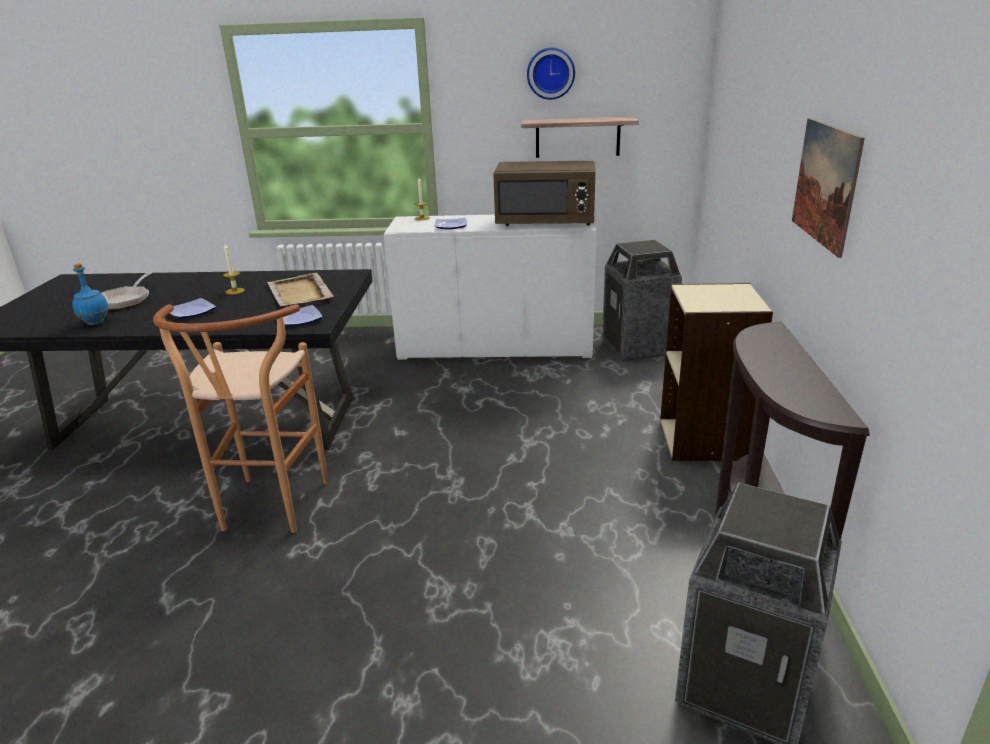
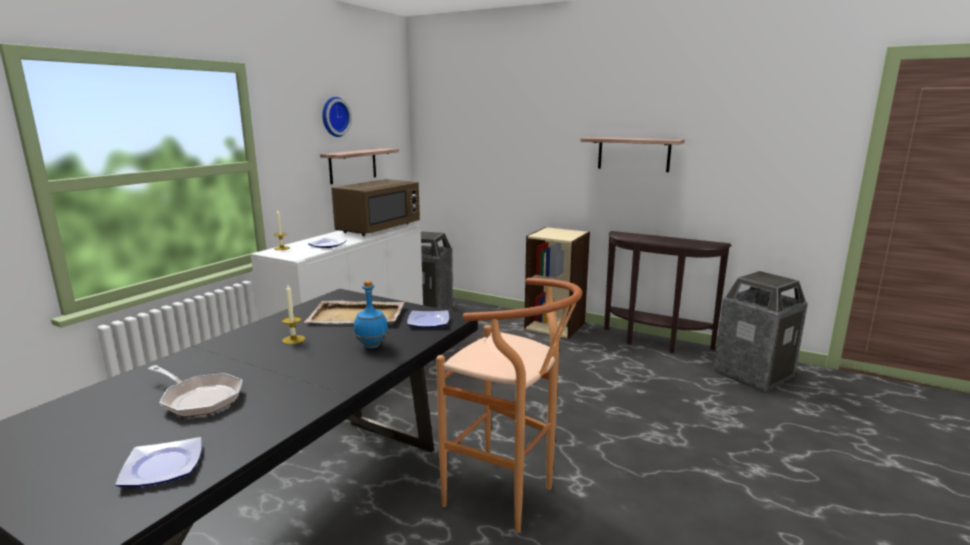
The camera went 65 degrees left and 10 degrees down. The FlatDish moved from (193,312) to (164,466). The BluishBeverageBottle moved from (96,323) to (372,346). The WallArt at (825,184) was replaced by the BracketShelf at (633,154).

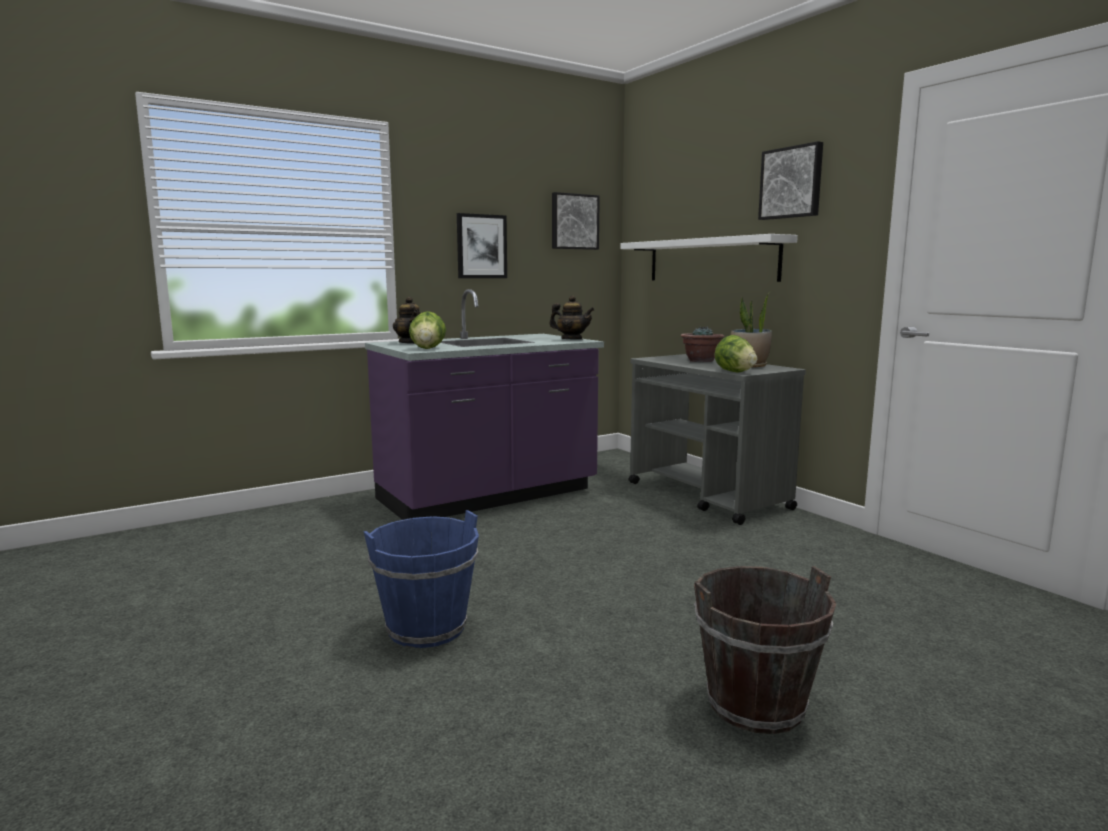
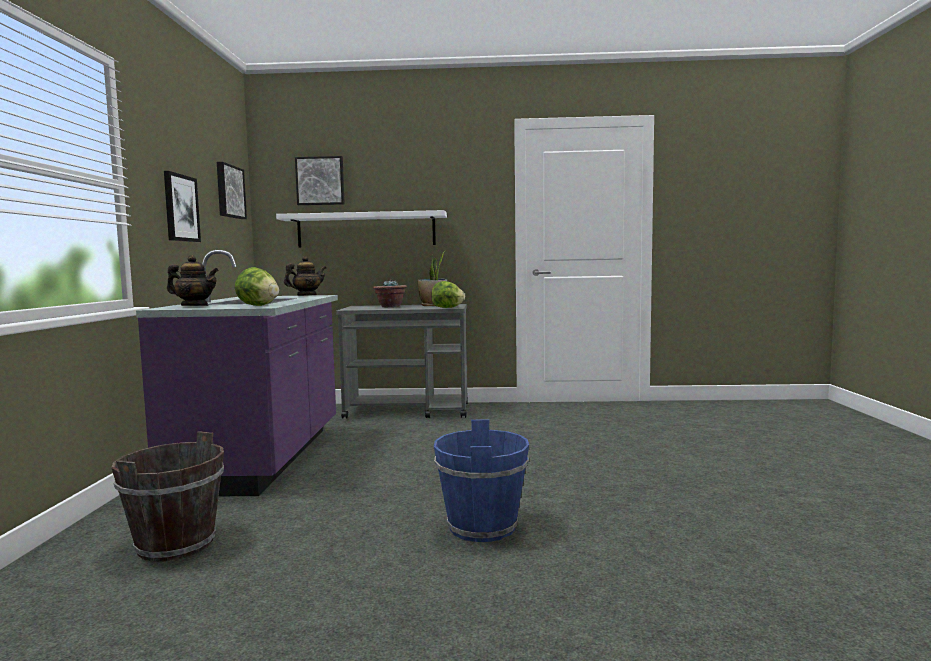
The camera went 55 degrees left and 5 degrees down. The BrownBucket moved from (756,705) to (176,545). The WallArt moved from (792,183) to (320,181).

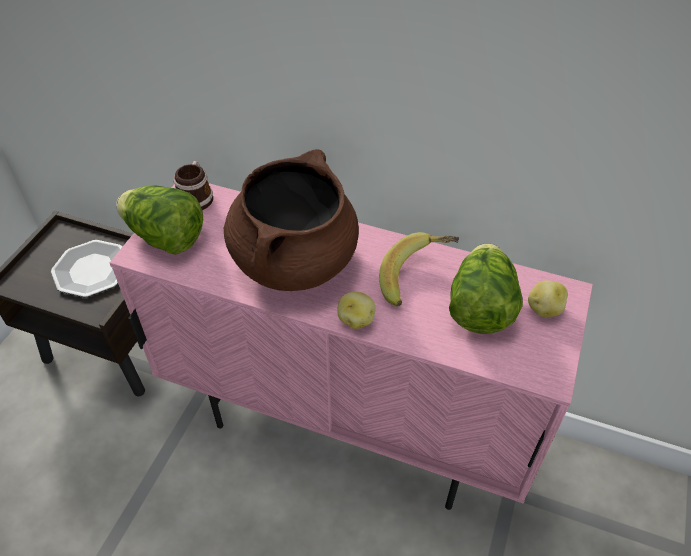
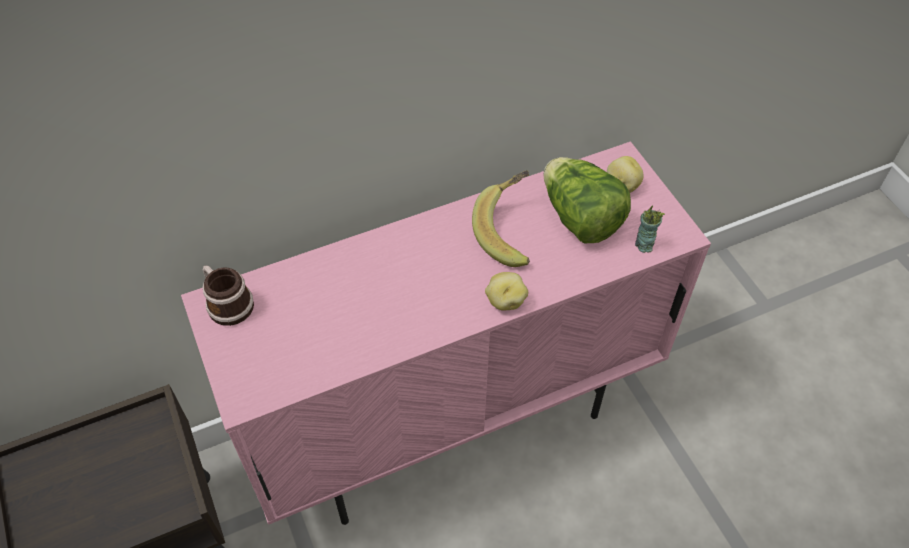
The camera went 45 degrees left and 5 degrees up. The Cup at (644,245) appeared. The FlatDish at (91,270) disappeared. The Lettuce at (165,238) disappeared. The BrownSaucepot at (294,260) disappeared.

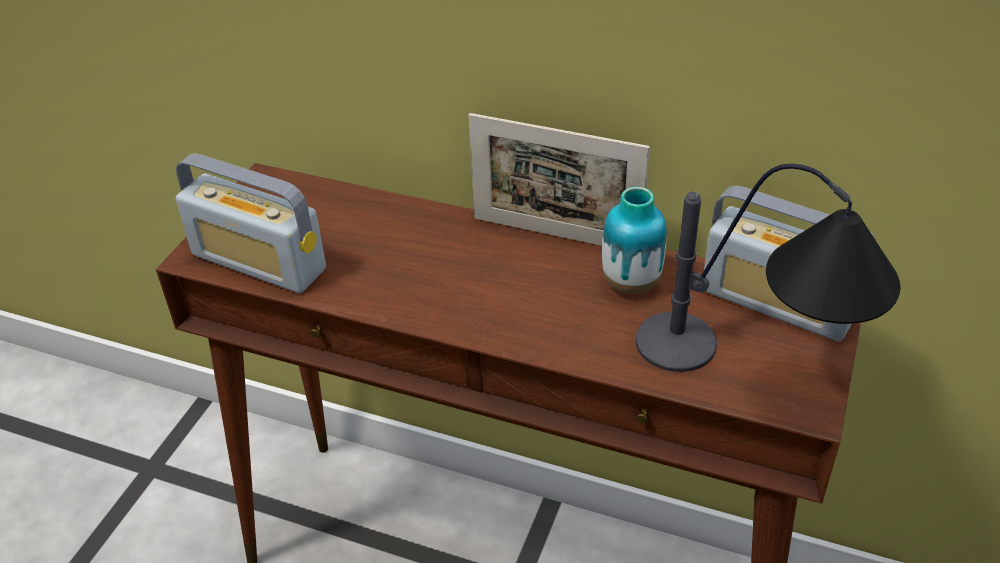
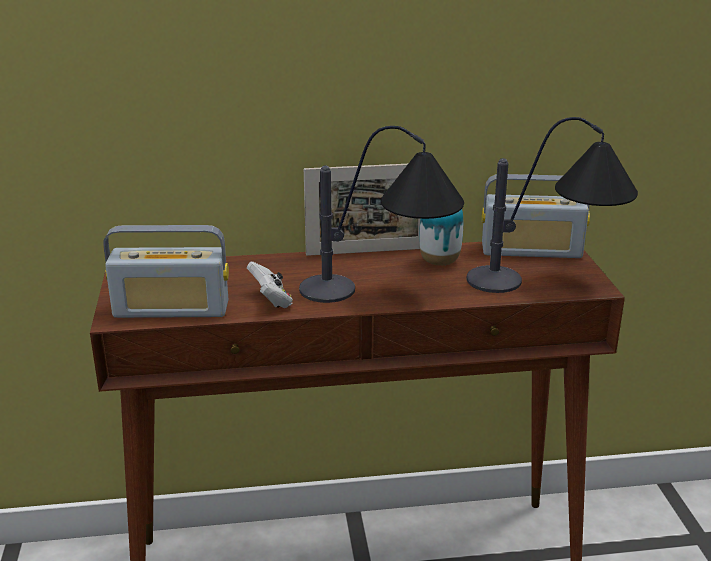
The camera went 30 degrees left and 15 degrees down. The WhiteColouredJoypad at (271,301) appeared. The TableLamp at (384,292) appeared.

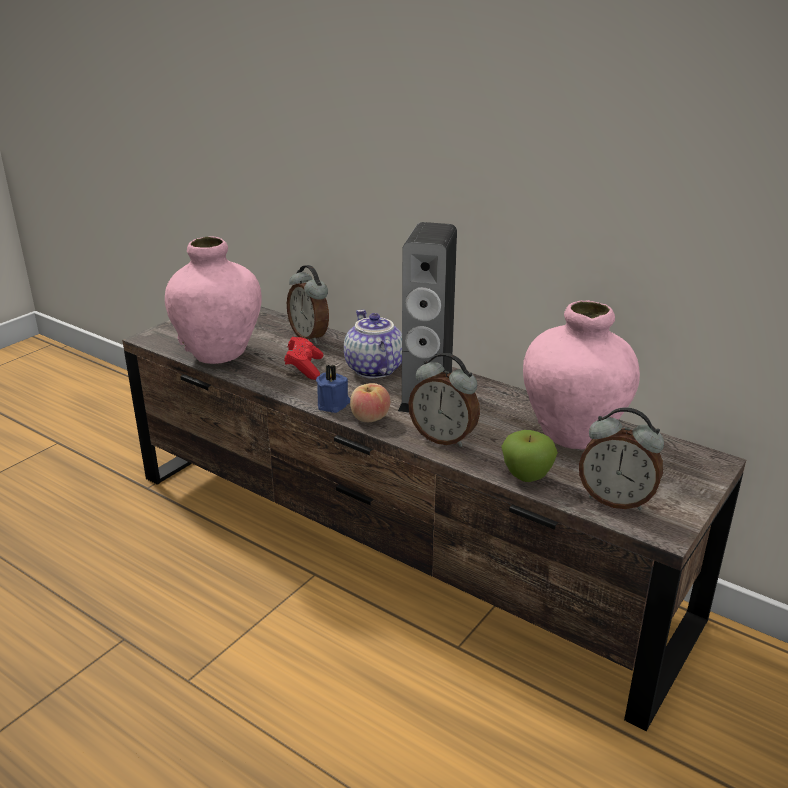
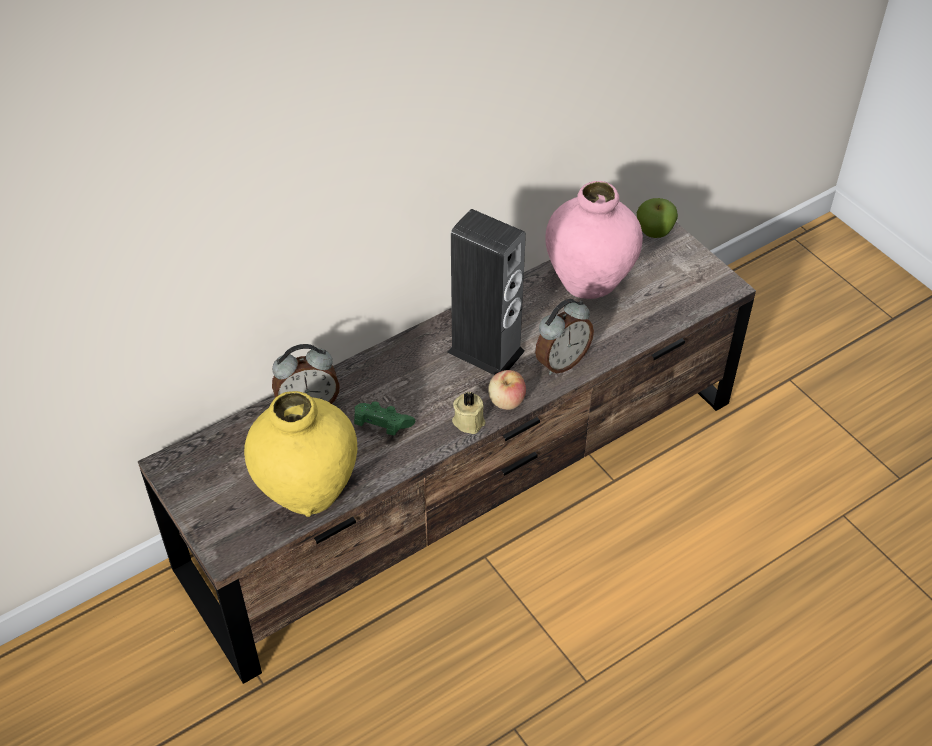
The camera went 70 degrees left and 20 degrees up. The PinkColouredVase at (219,353) became the YellowishVase at (308,491). The RedColouredJoypad at (304,368) became the GreenishJoypad at (381,426). The BluishWaxLight at (334,404) became the BeigeWaxLight at (469,420). The AppleFruit moved from (526,476) to (654,232). The Teapot at (372,369) disappeared. The AlarmClock at (616,500) disappeared.

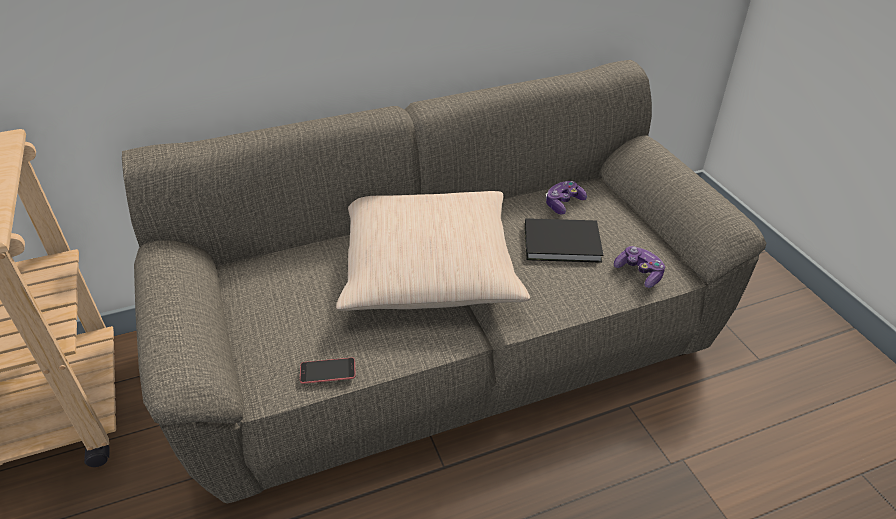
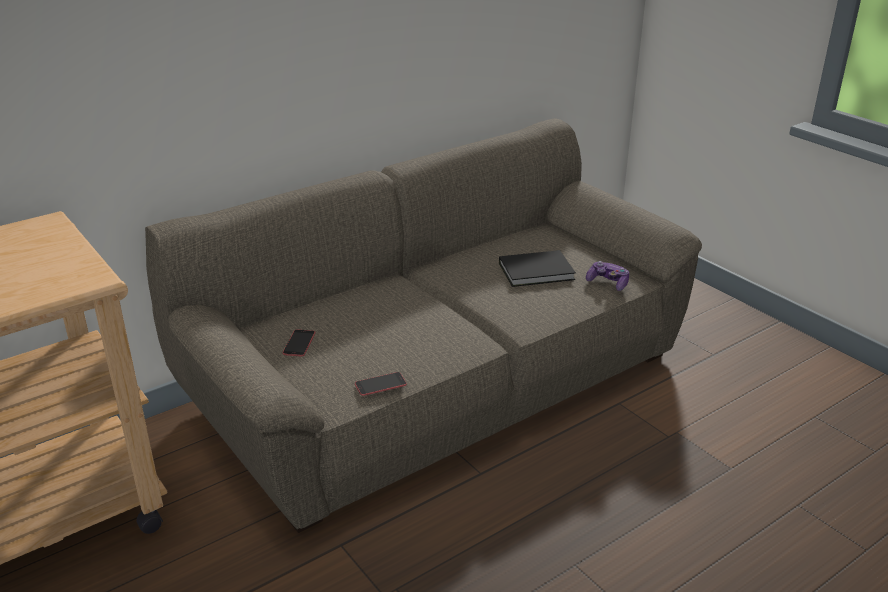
The camera went 15 degrees left and 10 degrees down. The Phone at (299,343) appeared. The BeigeThrowPillow at (429,268) disappeared. The Joypad at (563,203) disappeared.

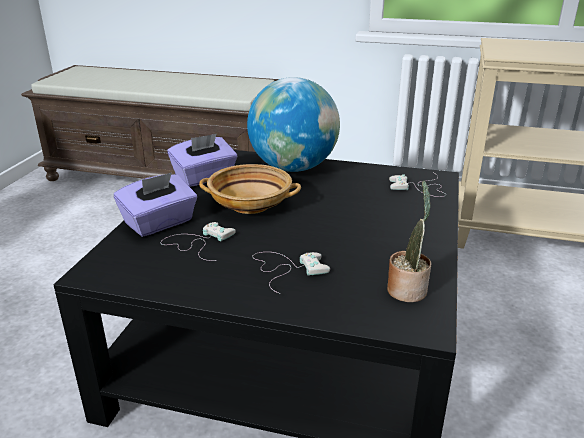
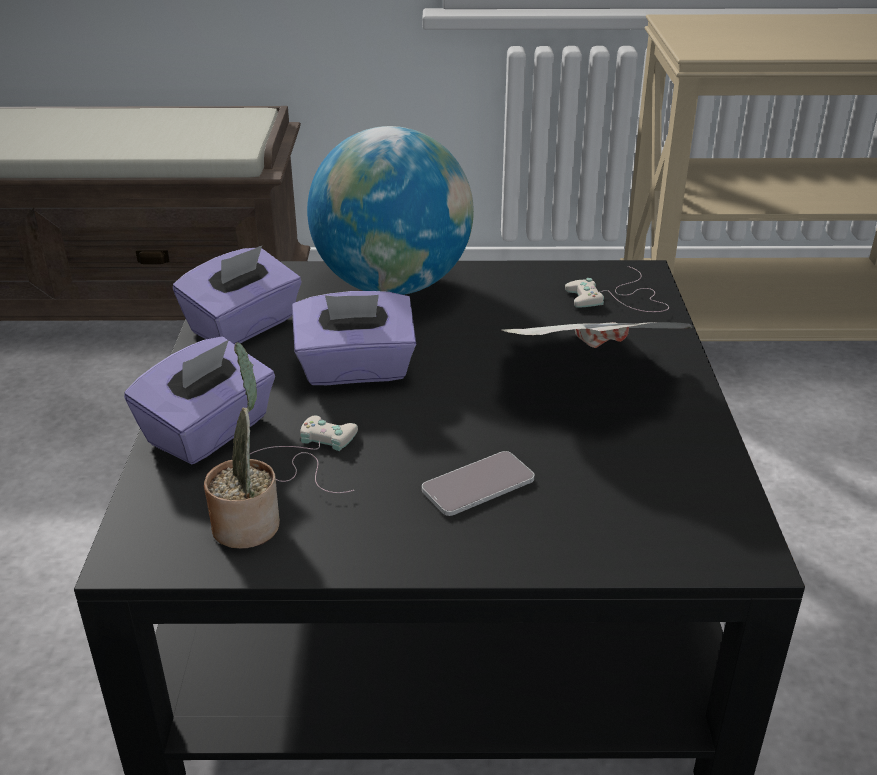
The camera went 15 degrees left and 5 degrees up. The Houseplant moved from (408,289) to (248,522). The BeigeServingBowl at (251,204) was replaced by the PurpleTissueBox at (356,370). The WhiteColouredJoypad at (286,268) was replaced by the Phone at (478,485). The Newspaper at (590,373) appeared.

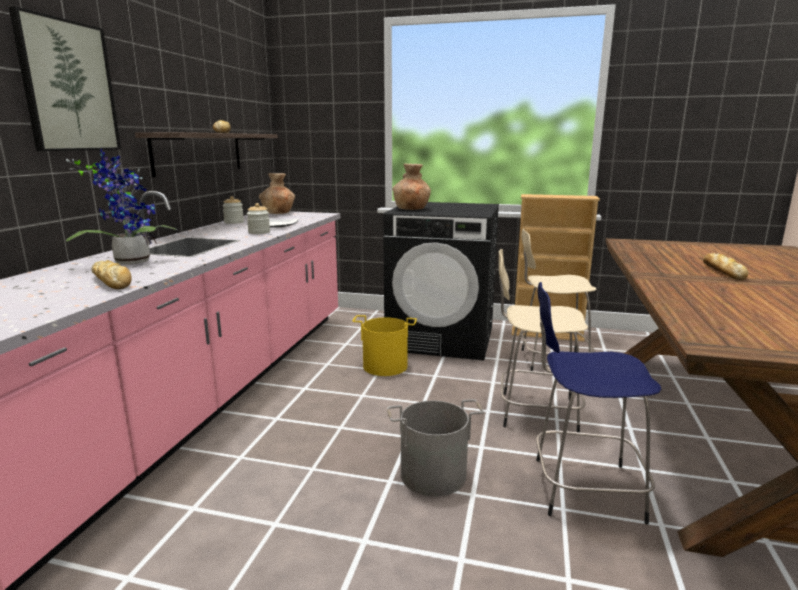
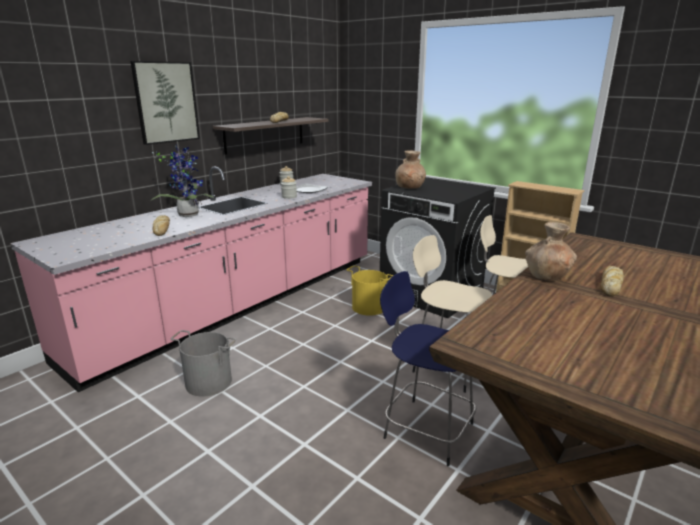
The camera went 25 degrees right and 5 degrees up. The GreyishBucket moved from (433,475) to (208,382). The BrownVase moved from (278,213) to (547,276).

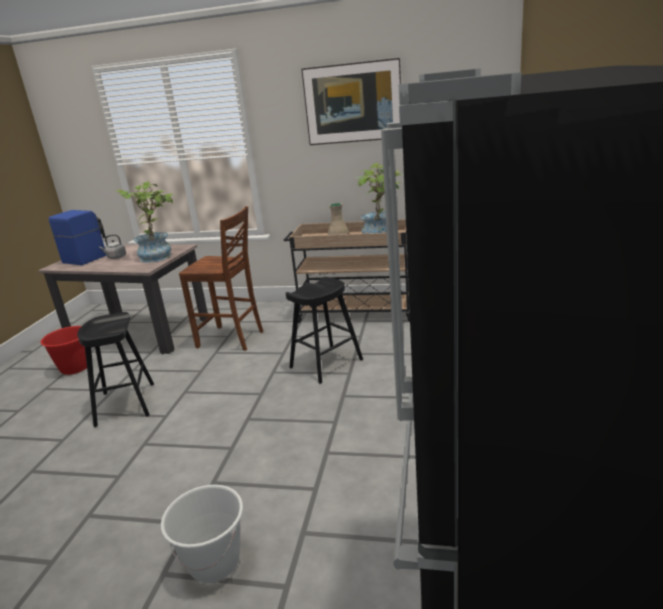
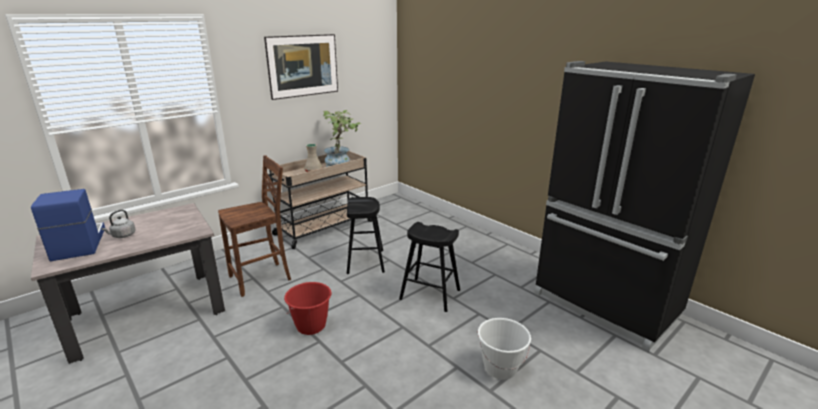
The camera went 55 degrees left and 0 degrees up. The RedColouredBucket moved from (75,368) to (311,326). The BlackColouredStool moved from (125,404) to (430,294). The Houseplant at (159,255) disappeared.

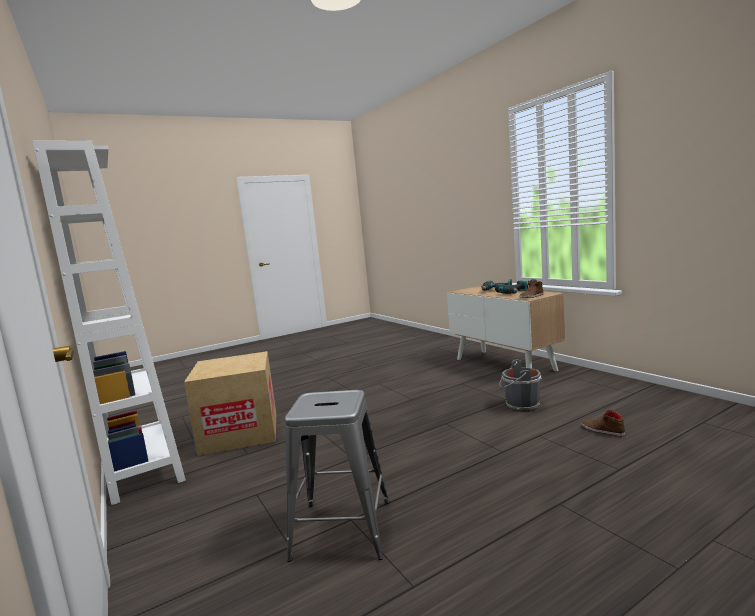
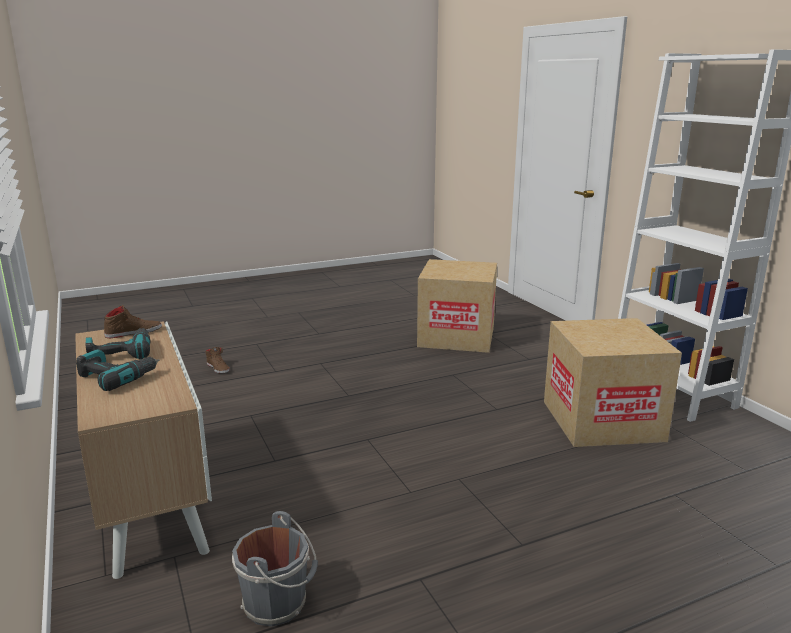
The camera went 175 degrees left and 10 degrees up. The GreyishBucket moved from (520,406) to (278,603). The GreyishStool at (342,529) was replaced by the CardboardBox at (456,336).

